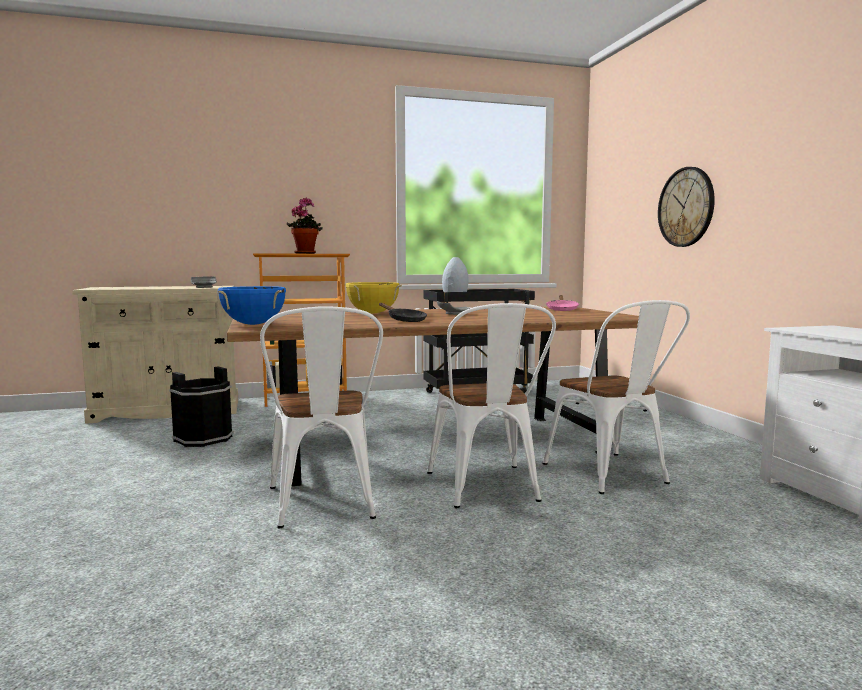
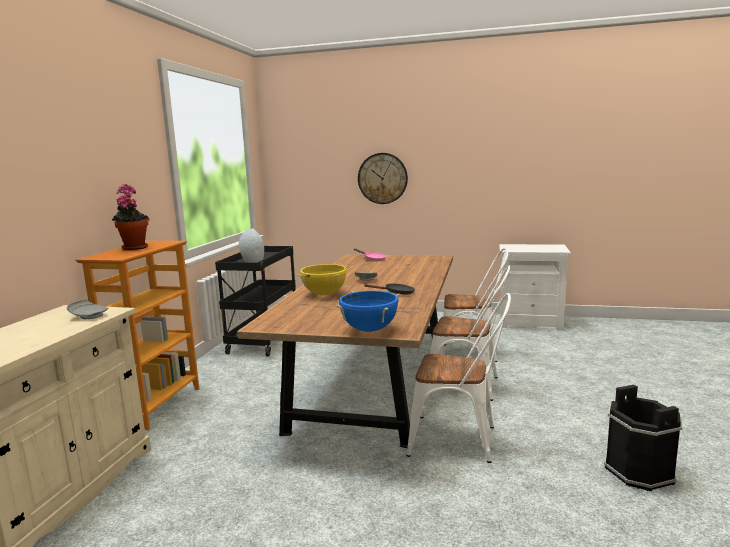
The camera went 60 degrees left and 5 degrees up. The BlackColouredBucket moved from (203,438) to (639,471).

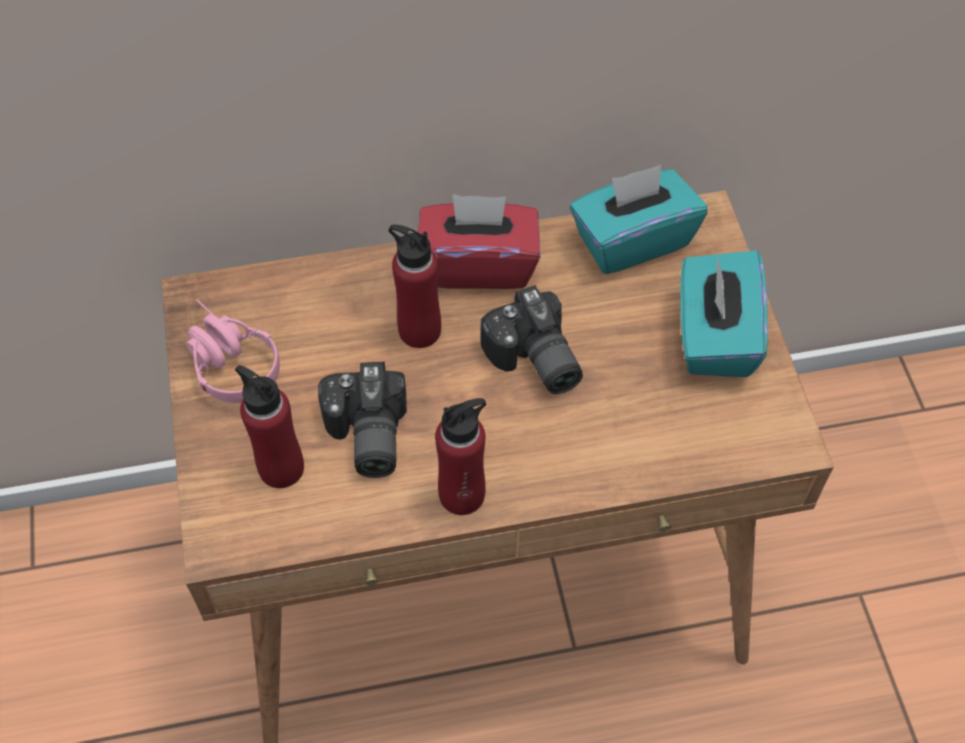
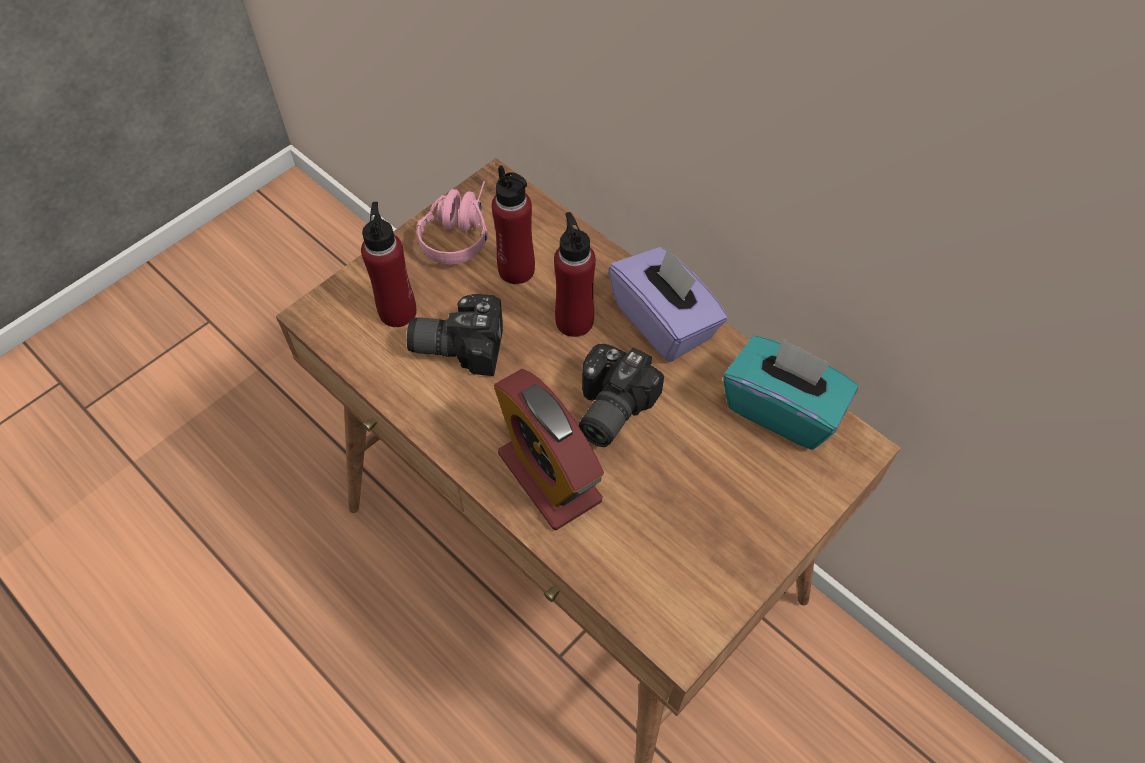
The camera went 55 degrees right and 0 degrees up. The StillCamera at (364,436) turned 45 degrees clockwise. The RedColouredBeverageBottle moved from (462,494) to (516,270). The AlarmClock at (549,477) appeared. The RedColouredTissueBox at (478,265) became the PurpleTissueBox at (664,322). The BlueGreenTissueBox at (714,336) disappeared.

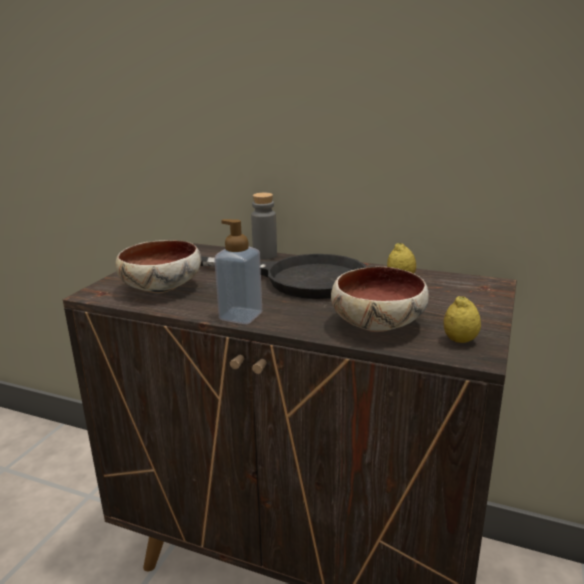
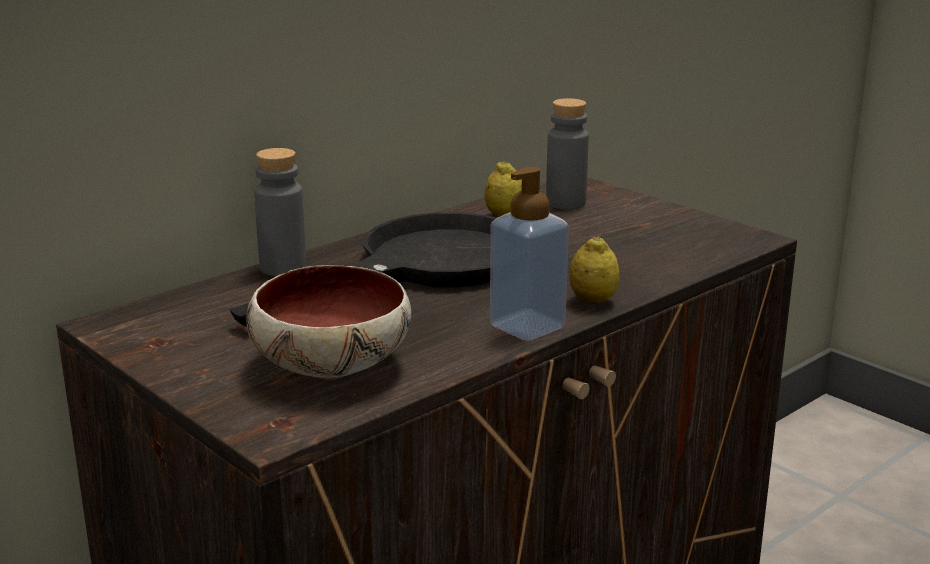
The camera went 65 degrees left and 0 degrees up. The GreyishBeverageBottle at (565,203) appeared. The WholeLemon moved from (460,340) to (593,301). The ServingBowl at (377,324) disappeared.

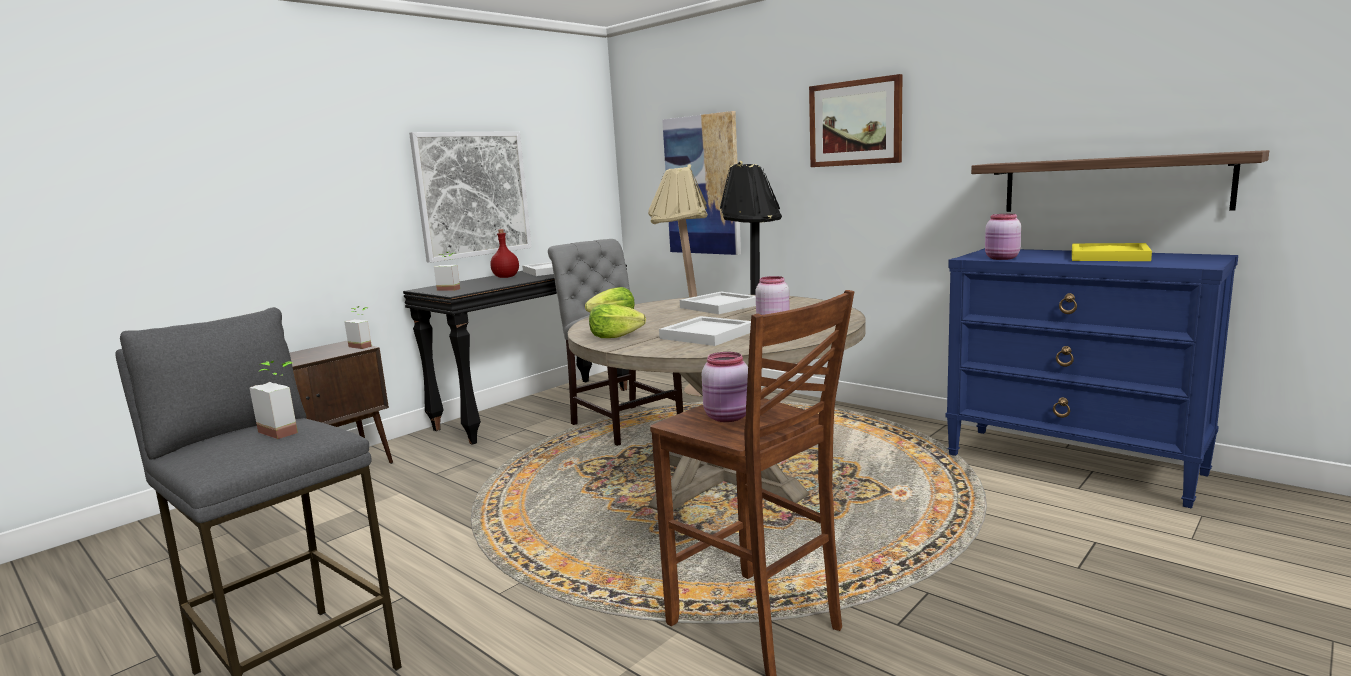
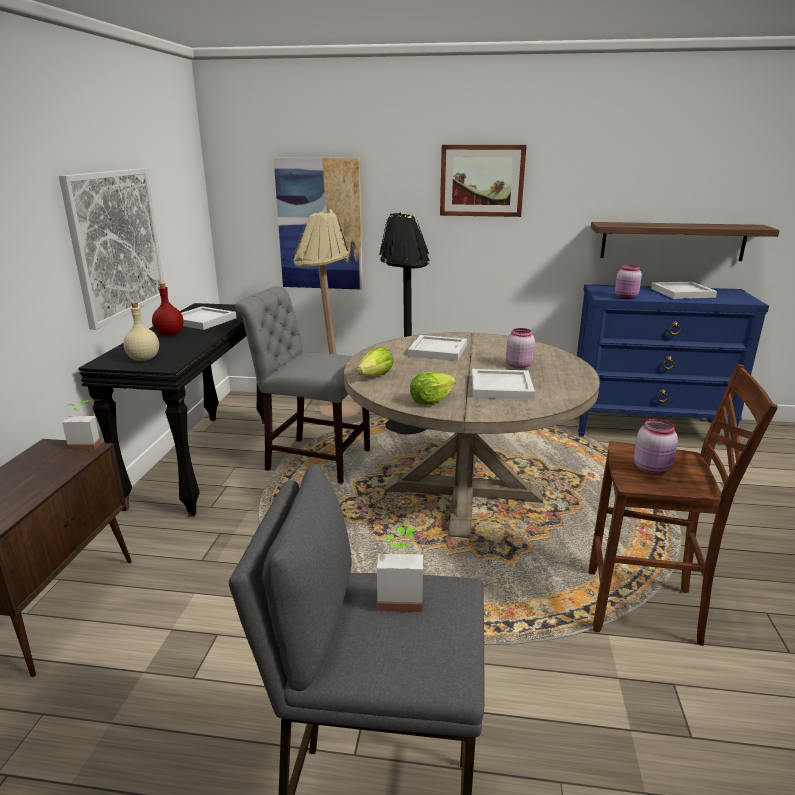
The camera went 35 degrees left and 10 degrees up. The Houseplant at (451,289) was replaced by the BeigeBeverageBottle at (143,359). The YellowishCarryingTray at (1107,256) became the WhiteColouredCarryingTray at (682,293).

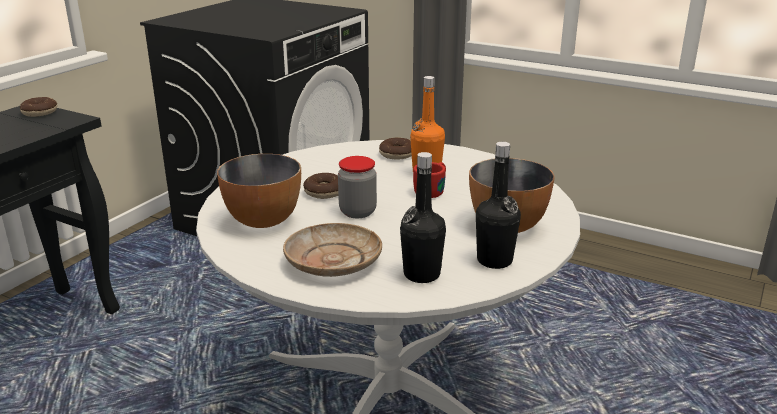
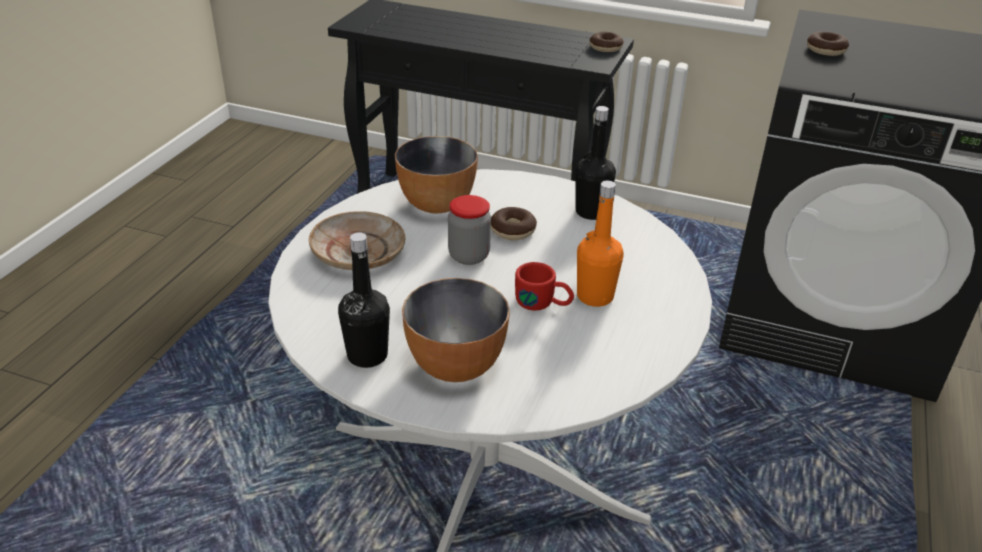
The camera went 80 degrees right and 10 degrees up. The BlackColouredBeverageBottle moved from (421,274) to (591,212). The Doughnut moved from (397,154) to (825,50).

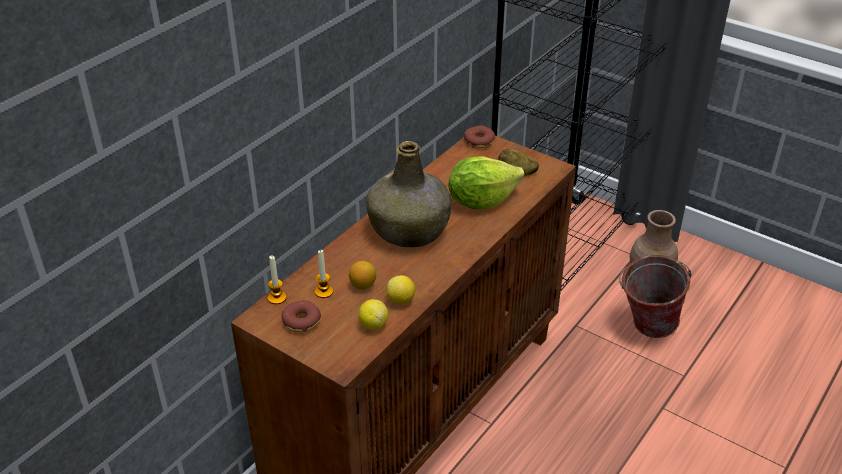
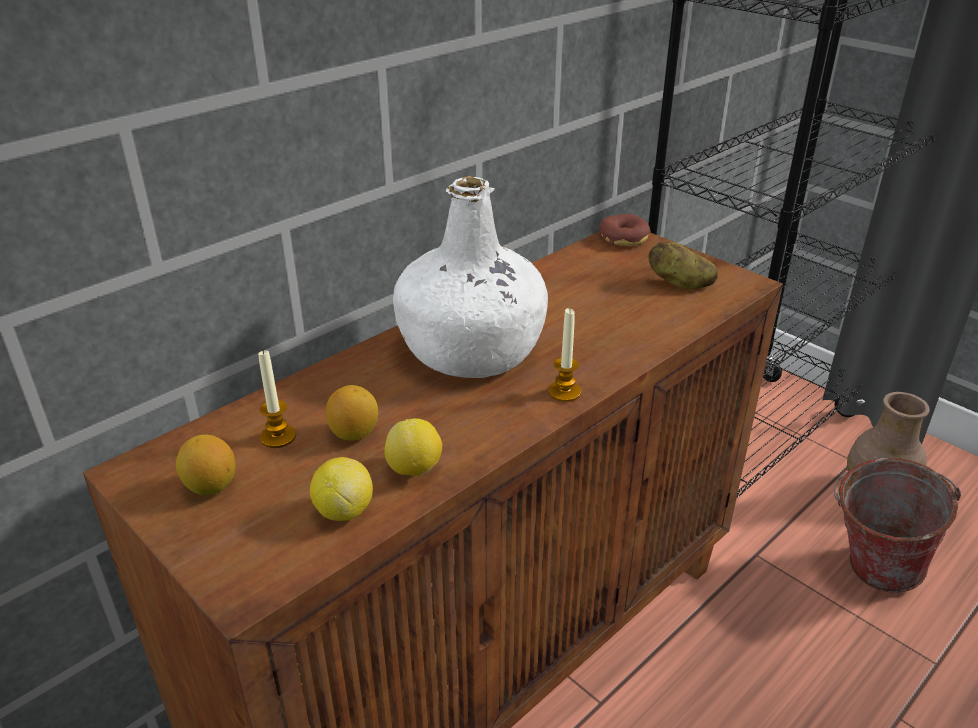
The camera went 10 degrees right and 5 degrees down. The Doughnut at (301,321) was replaced by the WholeLemon at (210,486). The GreenishBeverageBottle at (410,229) became the WhiteColouredBeverageBottle at (473,350). The WaxLight moved from (277,298) to (564,392). The Lettuce at (481,200) disappeared.

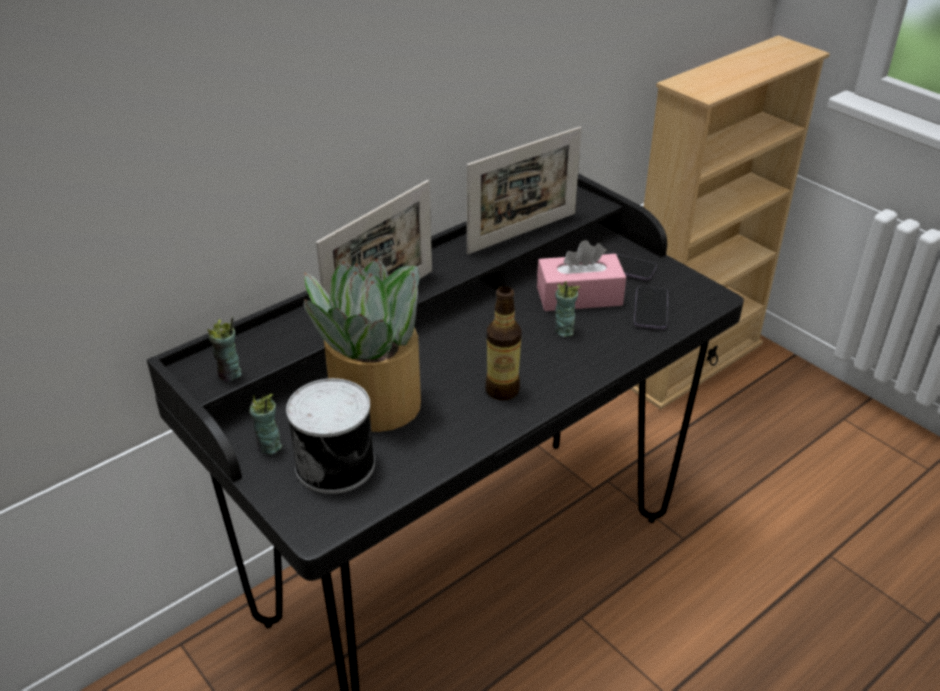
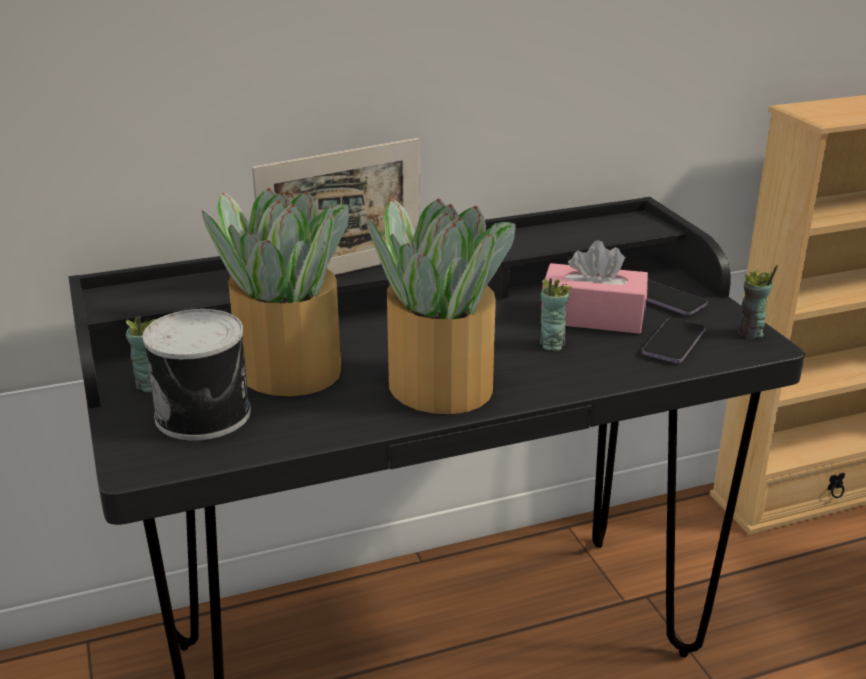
The camera went 20 degrees right and 10 degrees down. The BeverageBottle at (502,390) was replaced by the Houseplant at (439,385). The Cup moved from (230,374) to (750,333). The PictureFrame at (522,233) disappeared.

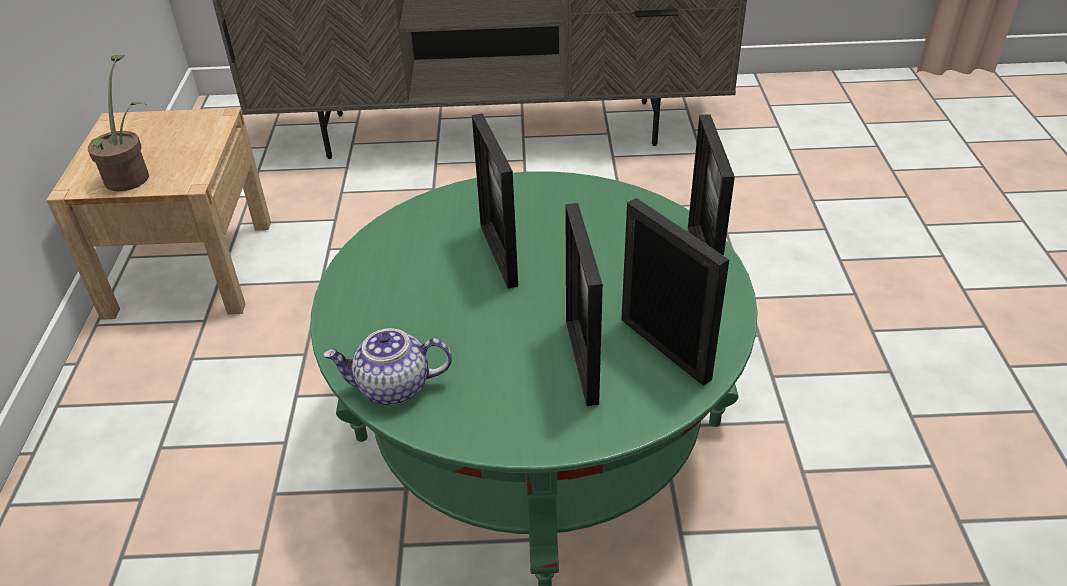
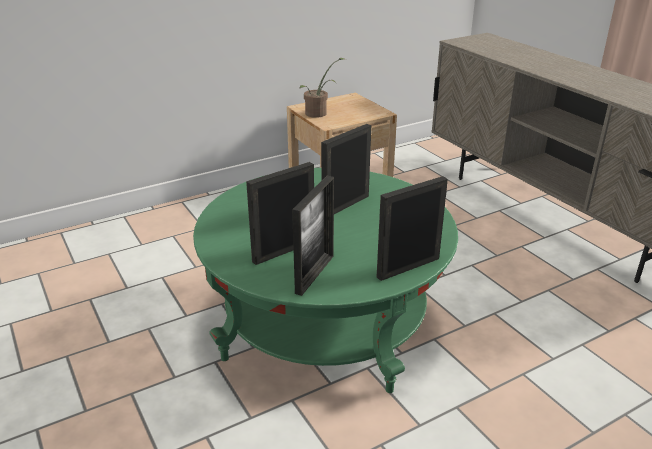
The camera went 60 degrees right and 10 degrees down. The Teapot at (393,387) disappeared.

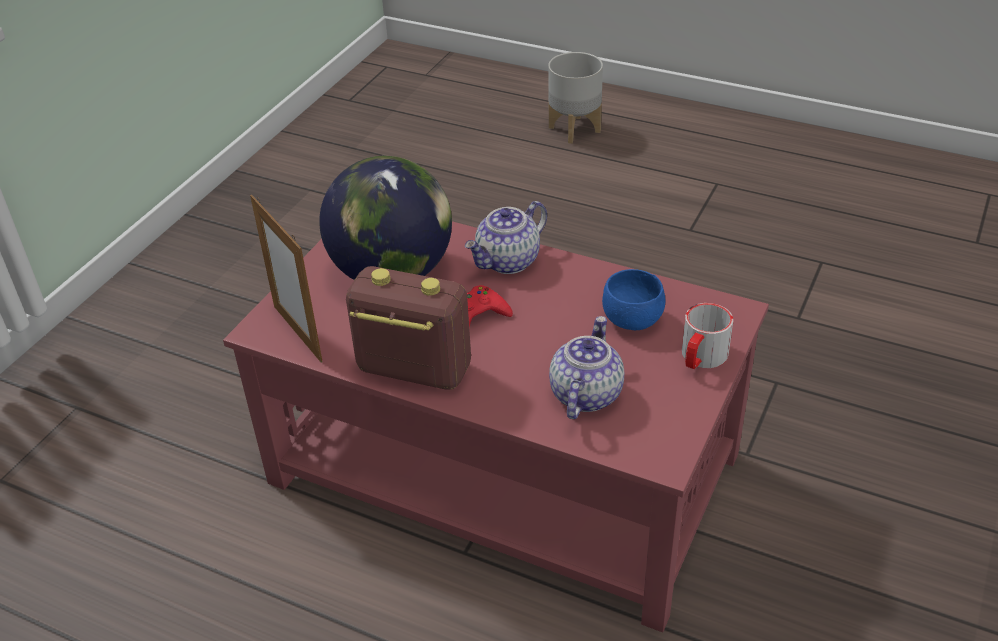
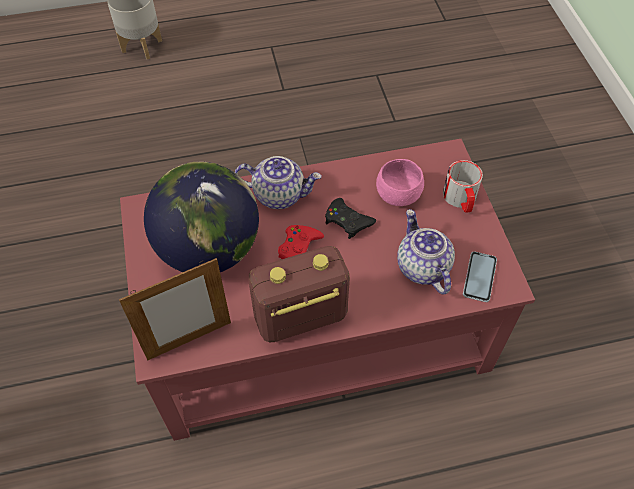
The camera went 40 degrees left and 15 degrees up. The PictureFrame at (297,333) turned 45 degrees counterclockwise. The Teapot at (508,261) turned 90 degrees counterclockwise. The BlackColouredJoypad at (347,221) appeared. The BluishServingBowl at (632,320) became the PinkColouredServingBowl at (398,195). The Phone at (479,277) appeared.

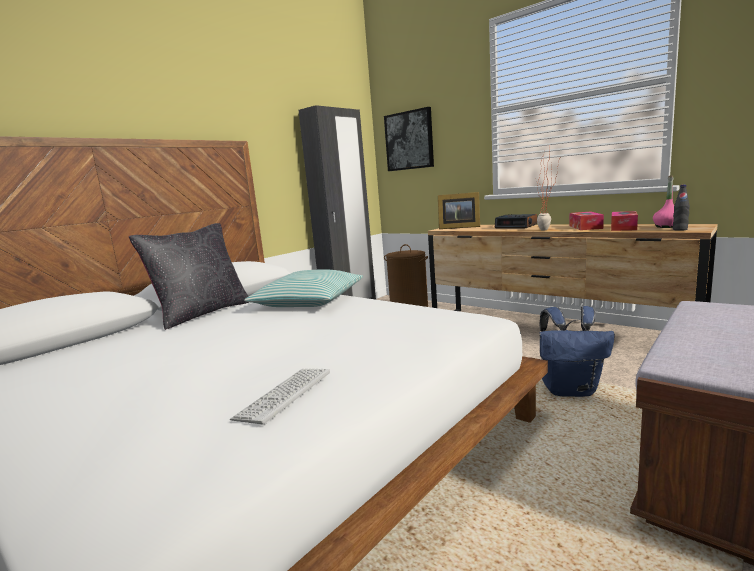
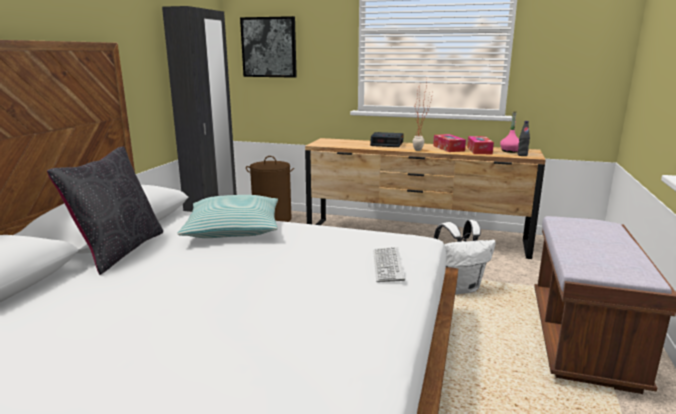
The camera went 25 degrees left and 5 degrees up. The PcKeyboard moved from (284,395) to (387,265). The BluishBackpack at (570,390) became the WhiteColouredBackpack at (459,288). The PictureFrame at (458,227) disappeared.

